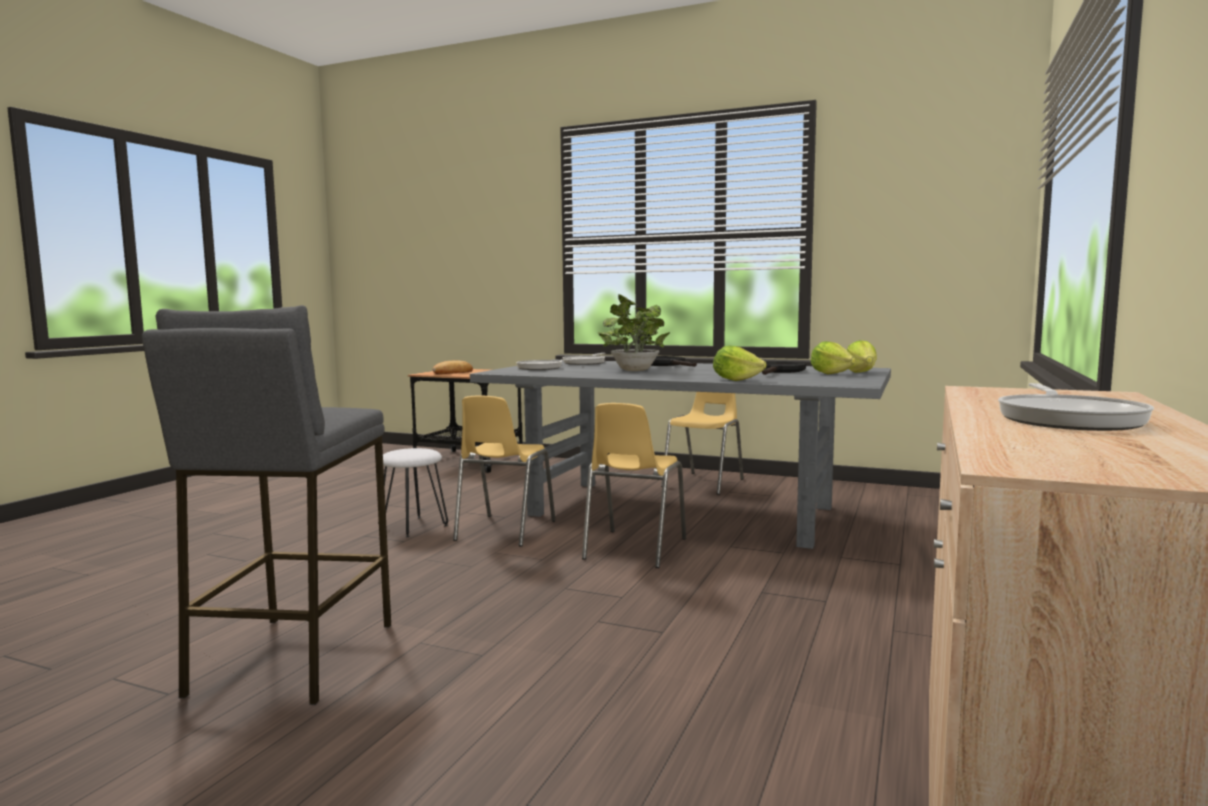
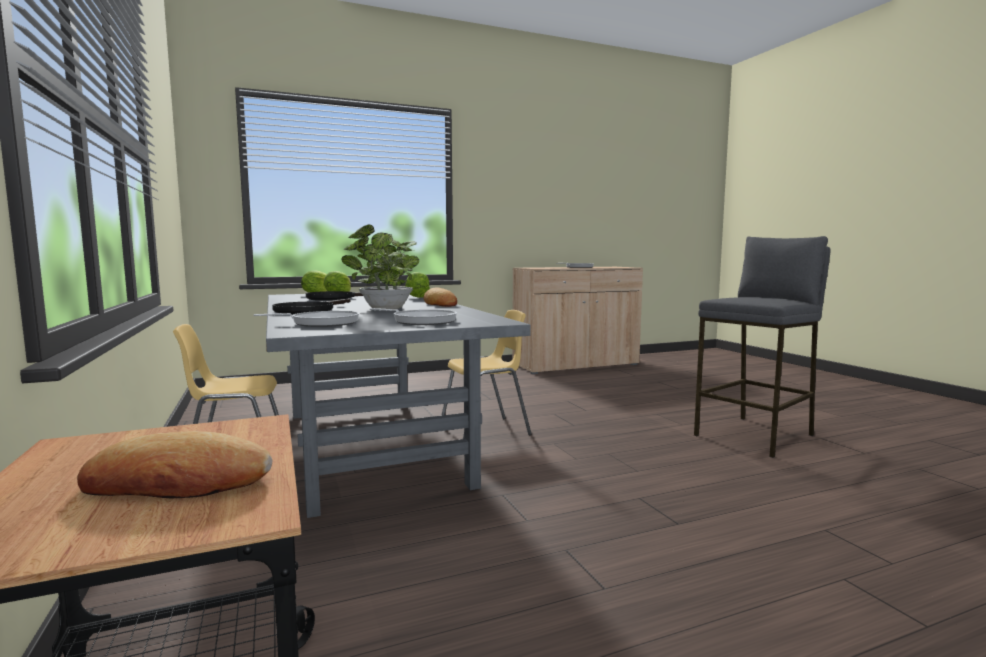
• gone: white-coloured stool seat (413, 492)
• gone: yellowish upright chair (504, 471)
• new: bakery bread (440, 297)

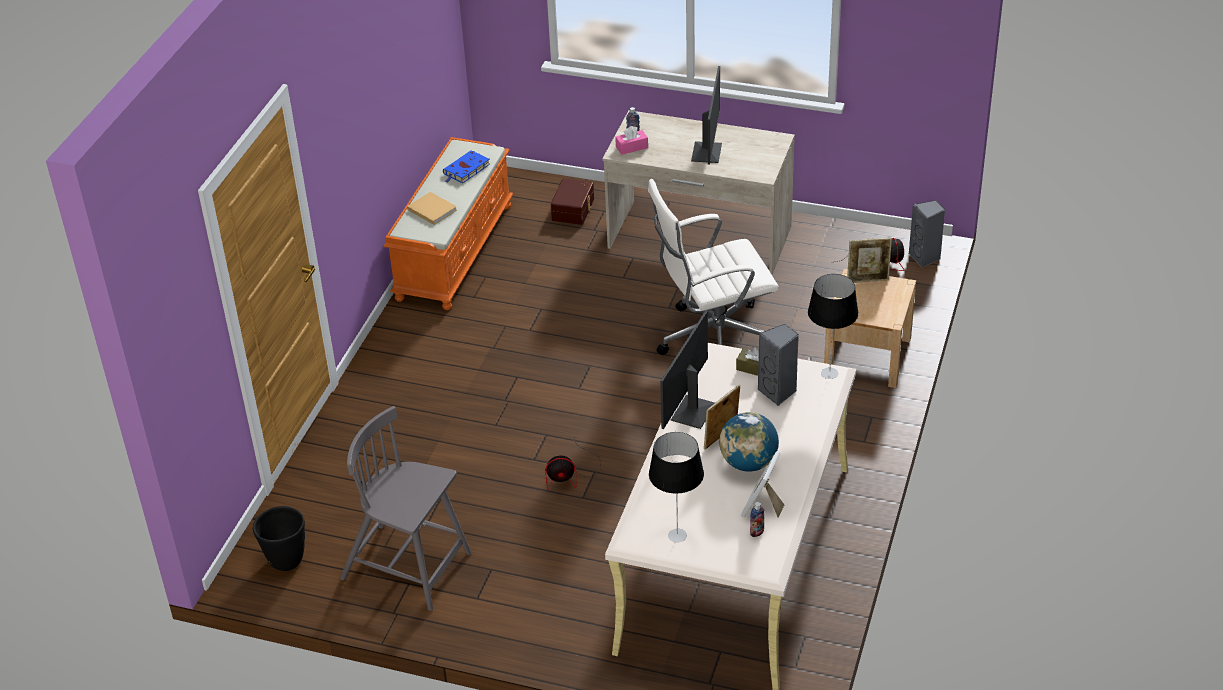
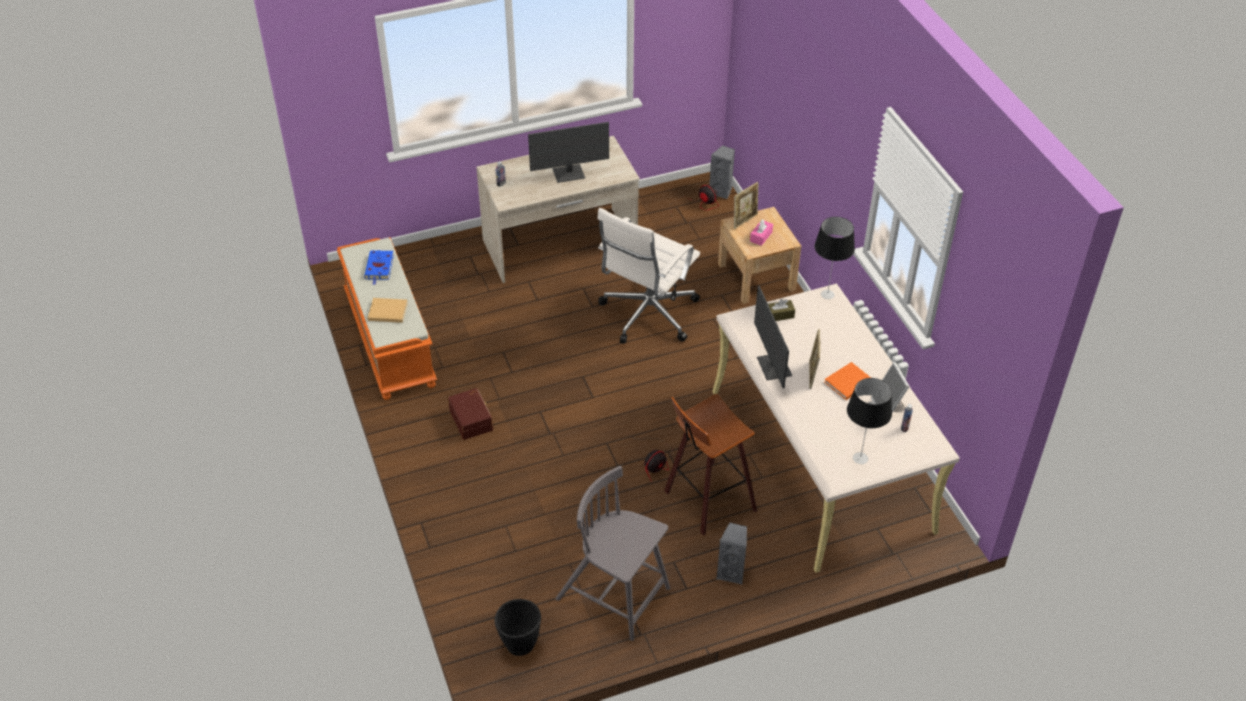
• rotated: gray upright chair (405, 508) = (613, 553) 45 degrees clockwise
• shifted: brownish storage container (572, 201) to (470, 414)
• shifted: pink tissue box (631, 140) to (761, 232)
• rotated: monitor (706, 115) = (568, 152) 105 degrees clockwise
• swapped: globe (749, 442) to orange-coloured volume (847, 381)
• shifted: gray loudspeaker (778, 365) to (731, 553)
• new: stool seat (710, 465)

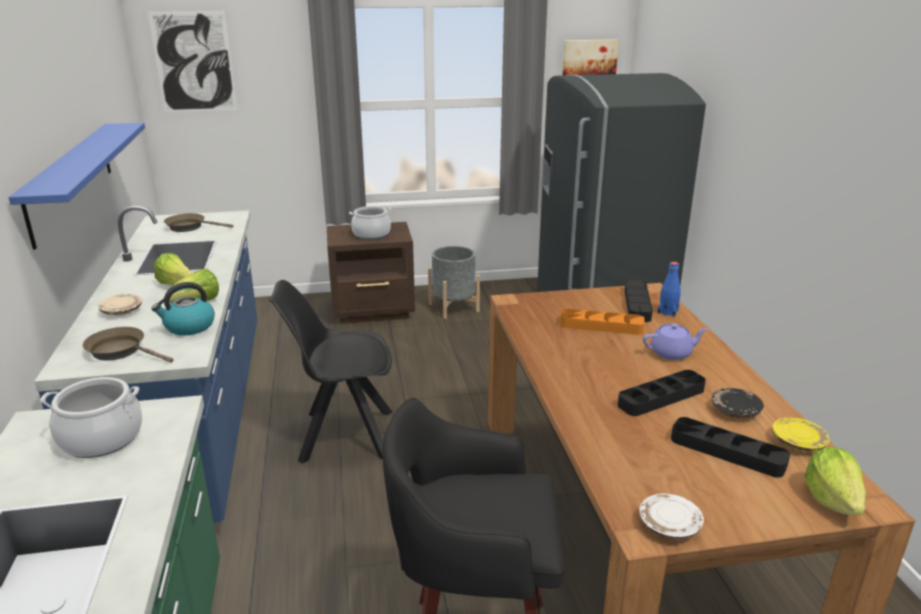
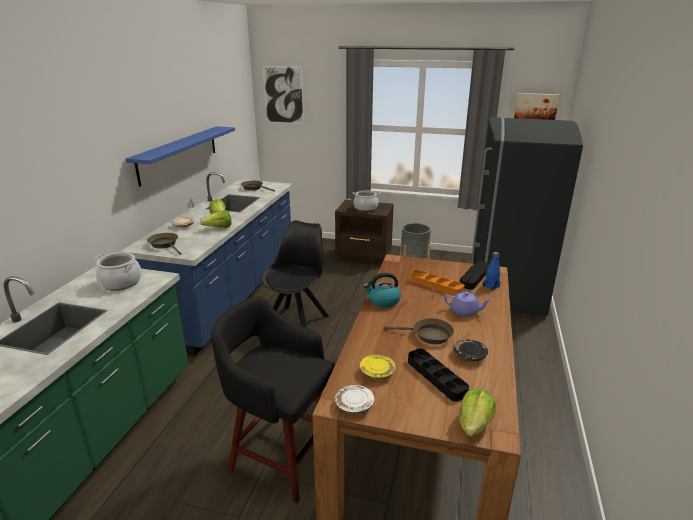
• shifted: water kettle (183, 308) to (382, 290)
• rotated: blackish upright chair (330, 372) = (295, 274) 90 degrees clockwise
• swapped: blackish tray (662, 393) to brownish pan (419, 331)
• shifted: yellowish dinner plate (801, 434) to (378, 367)

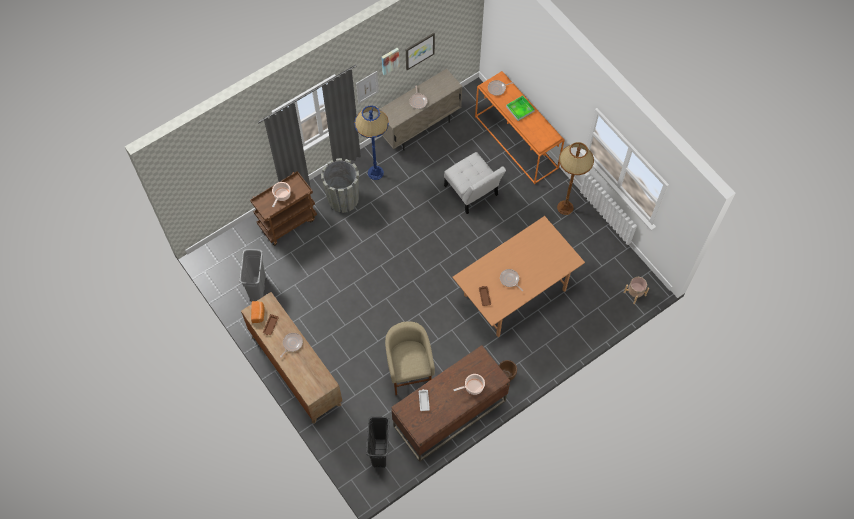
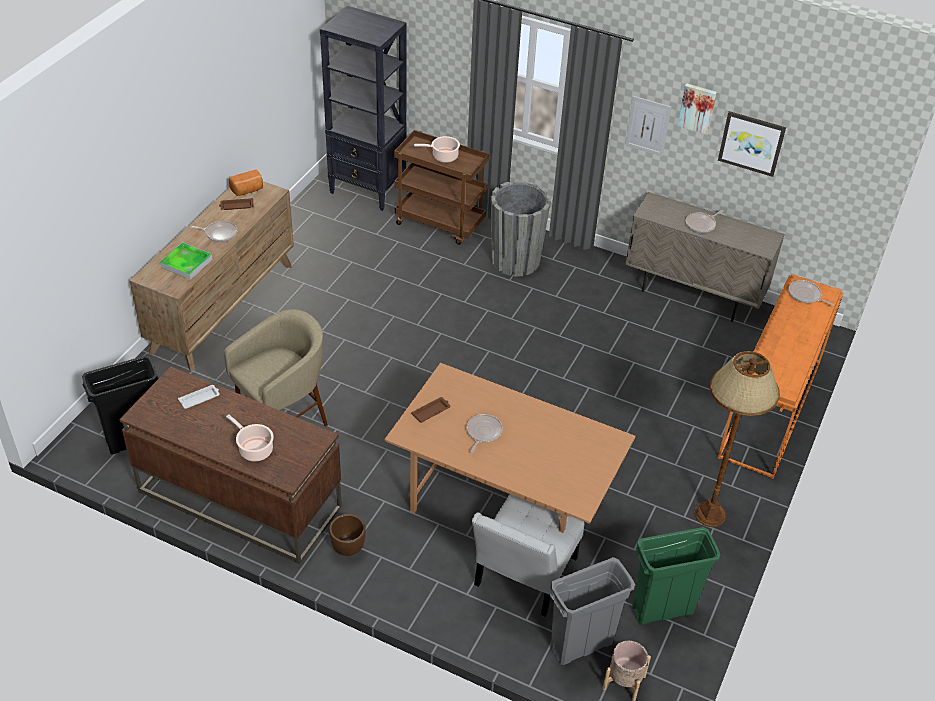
• shifted: gray waste bin (252, 275) to (592, 611)
• gone: blue-coloured standard lamp (371, 142)
• shifted: white-coloured upright chair (475, 183) to (528, 555)
• shifted: tray (520, 108) to (186, 261)
• new: blackish bookcase (363, 108)
• new: greenish waste bin (676, 575)

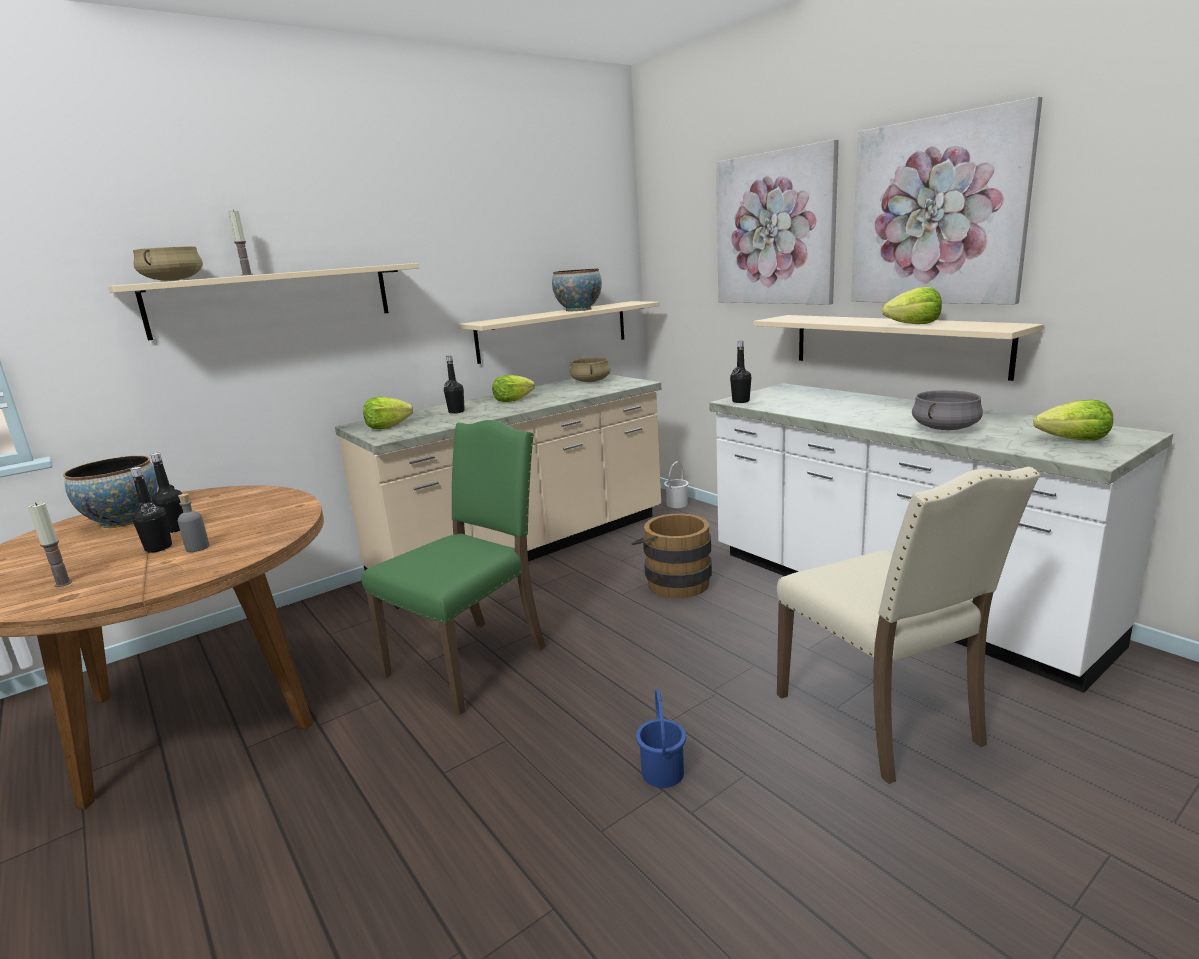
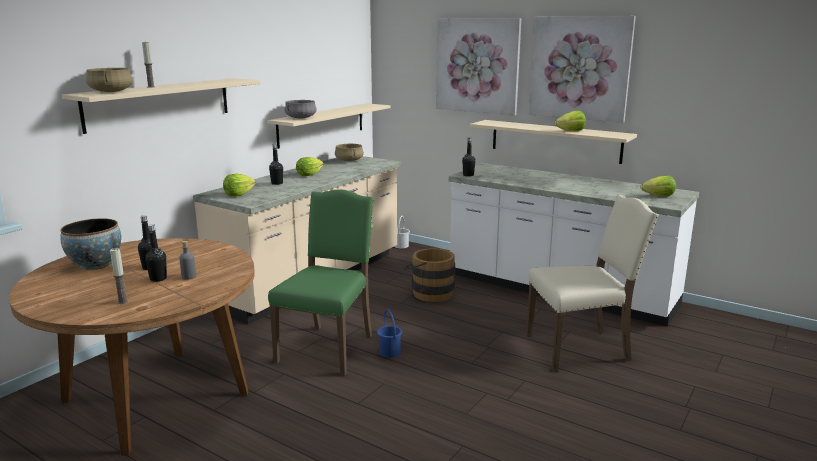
• gone: bowl (577, 290)
• shifted: blue-coloured pail (661, 738) to (389, 333)
• rotated: beige-coloured upright chair (908, 625) = (592, 283) 60 degrees counterclockwise
• shifted: gray saucepot (947, 410) to (300, 109)

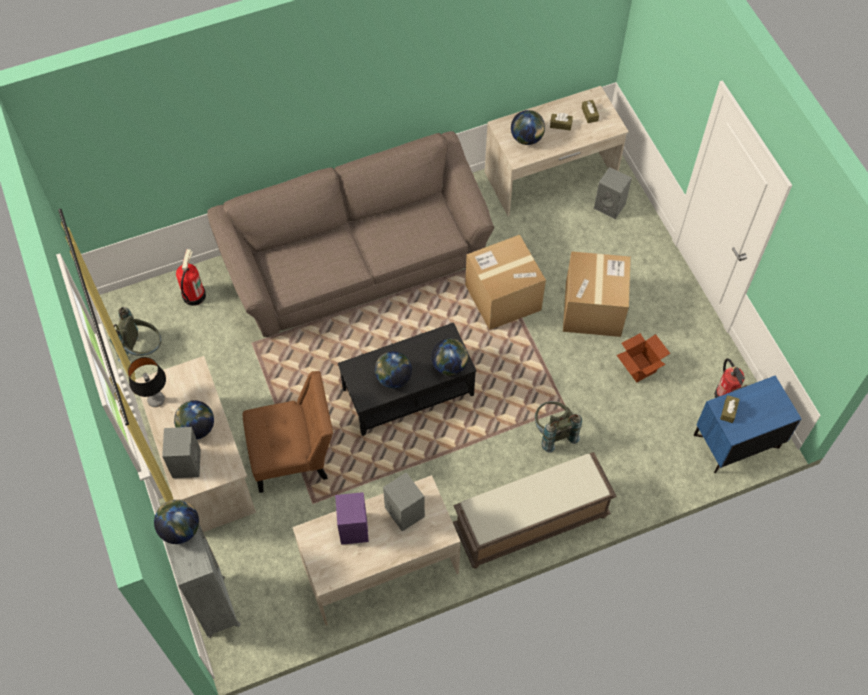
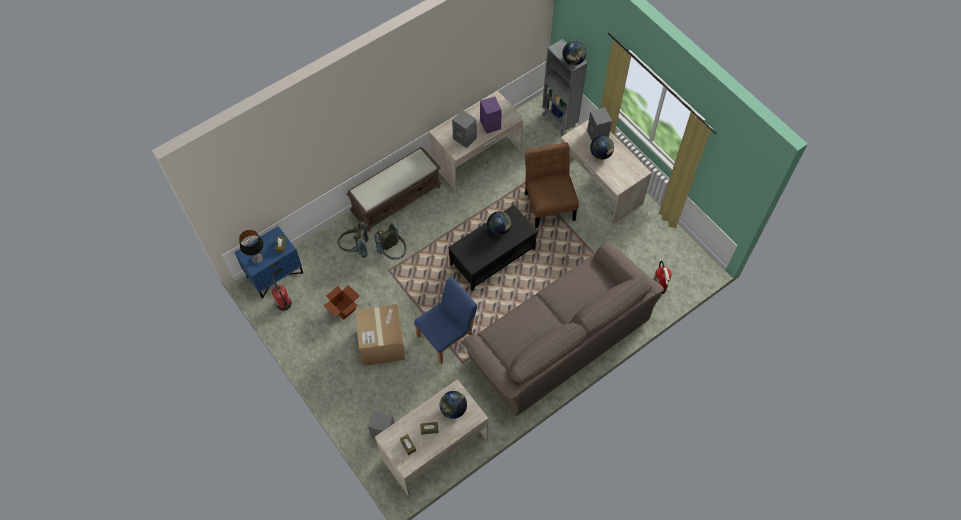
• shifted: gray rucksack (135, 335) to (353, 240)
• shifted: tabletop lamp (147, 382) to (251, 247)
• rotated: brownish upright chair (288, 432) = (552, 185) 105 degrees clockwise
• gone: globe (449, 357)
• swapped: cardboard box (505, 282) to blue-coloured upright chair (445, 320)

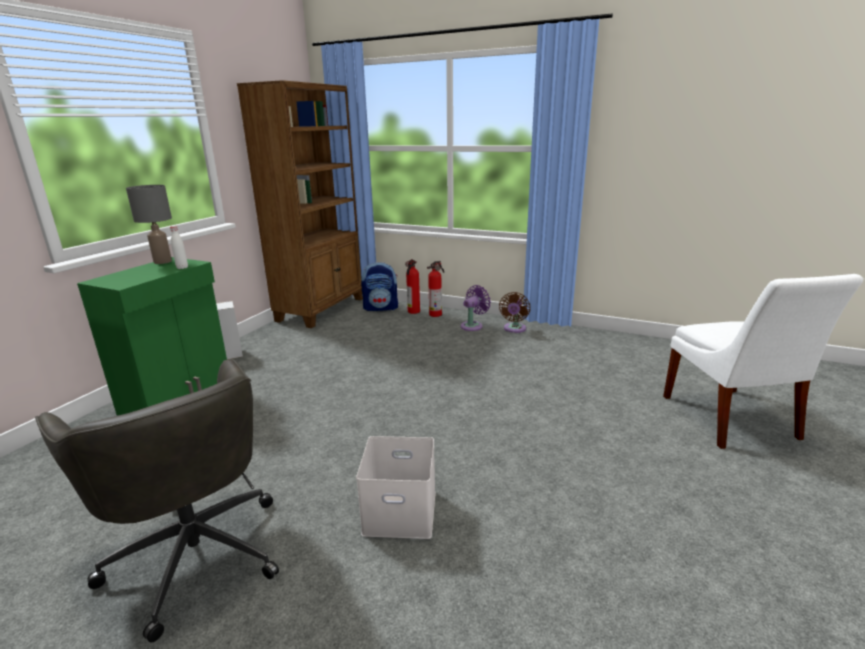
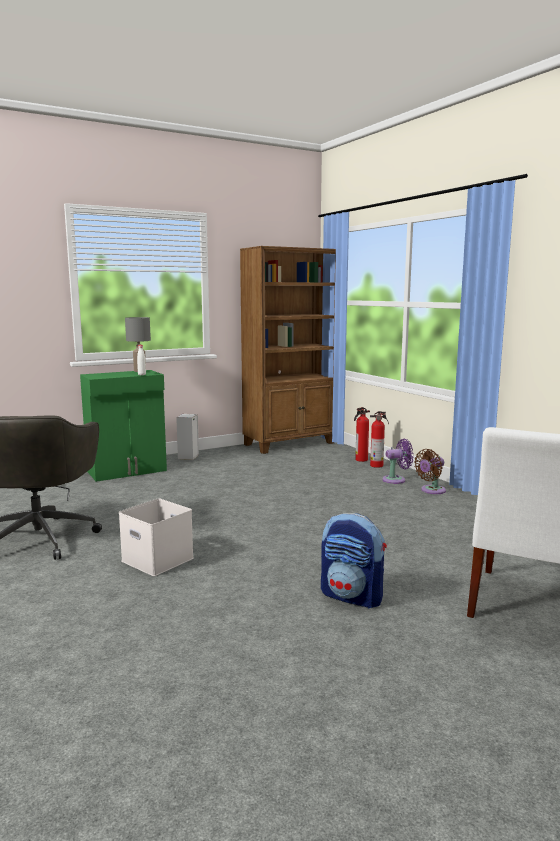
• shifted: rucksack (379, 286) to (354, 560)

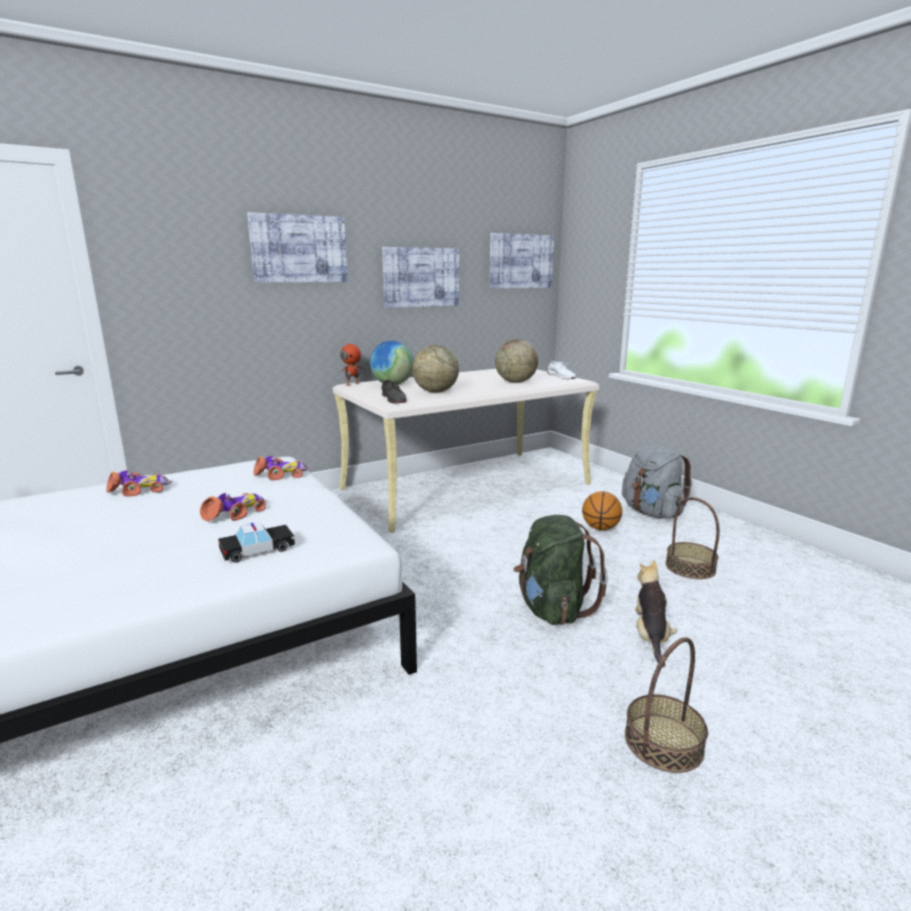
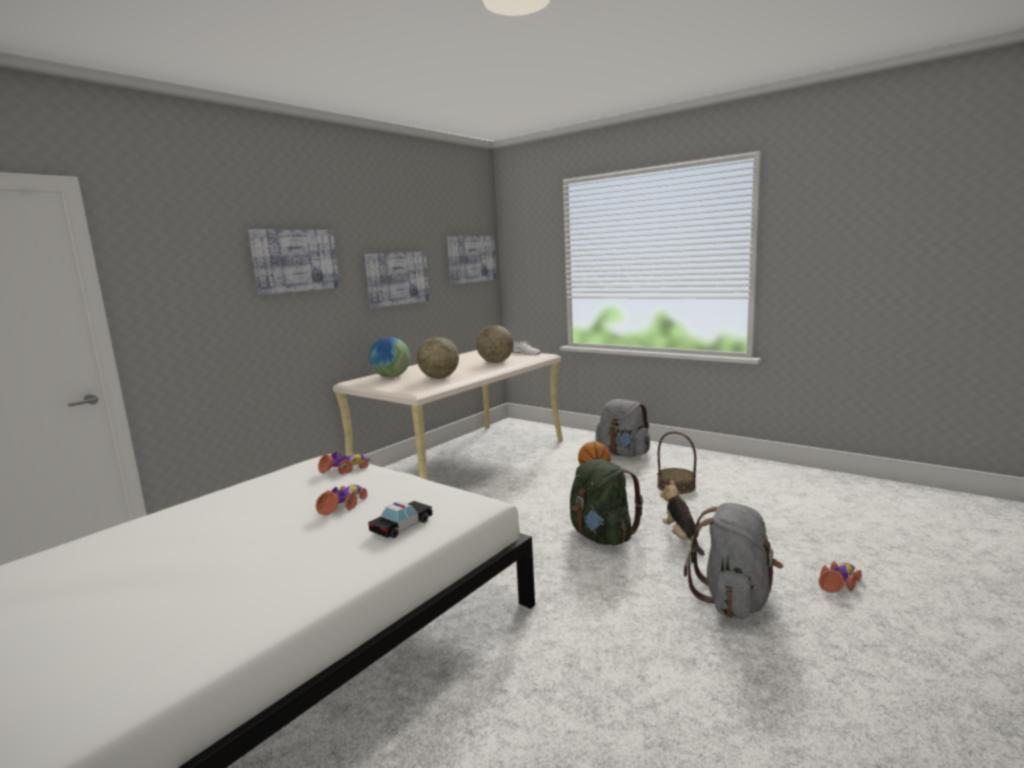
• shifted: toy car (139, 484) to (840, 577)
• gone: model robot (351, 363)
• gone: gray item of footwear (394, 391)
• swapped: storage basket (666, 705) to gray rucksack (733, 561)

